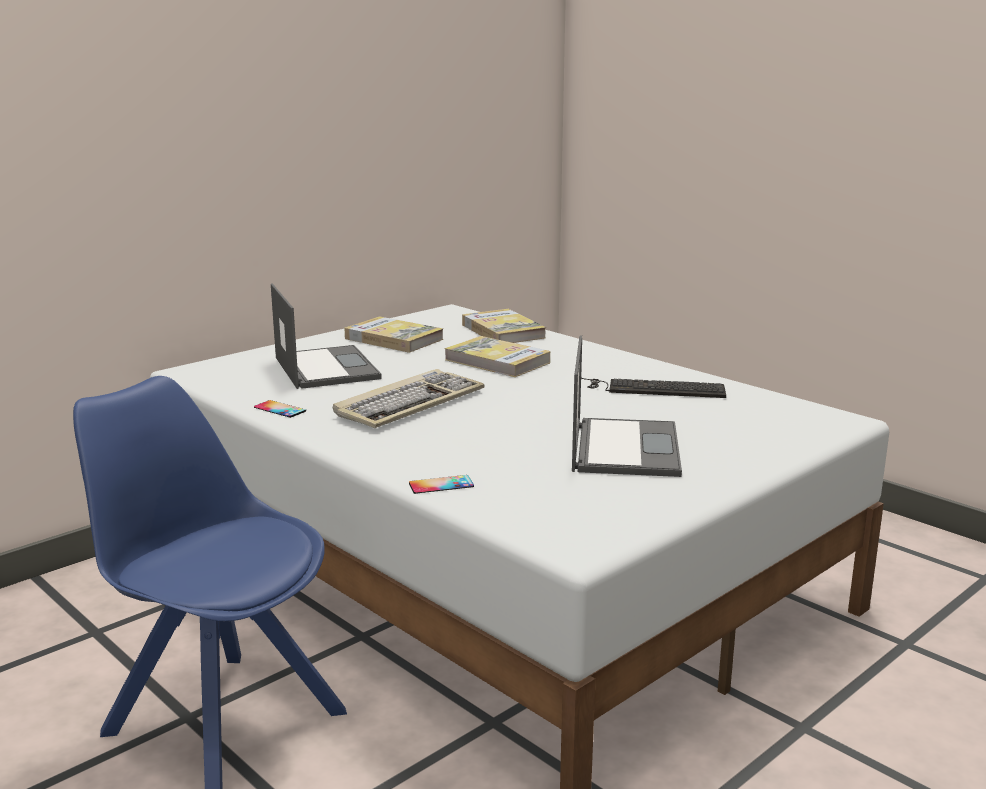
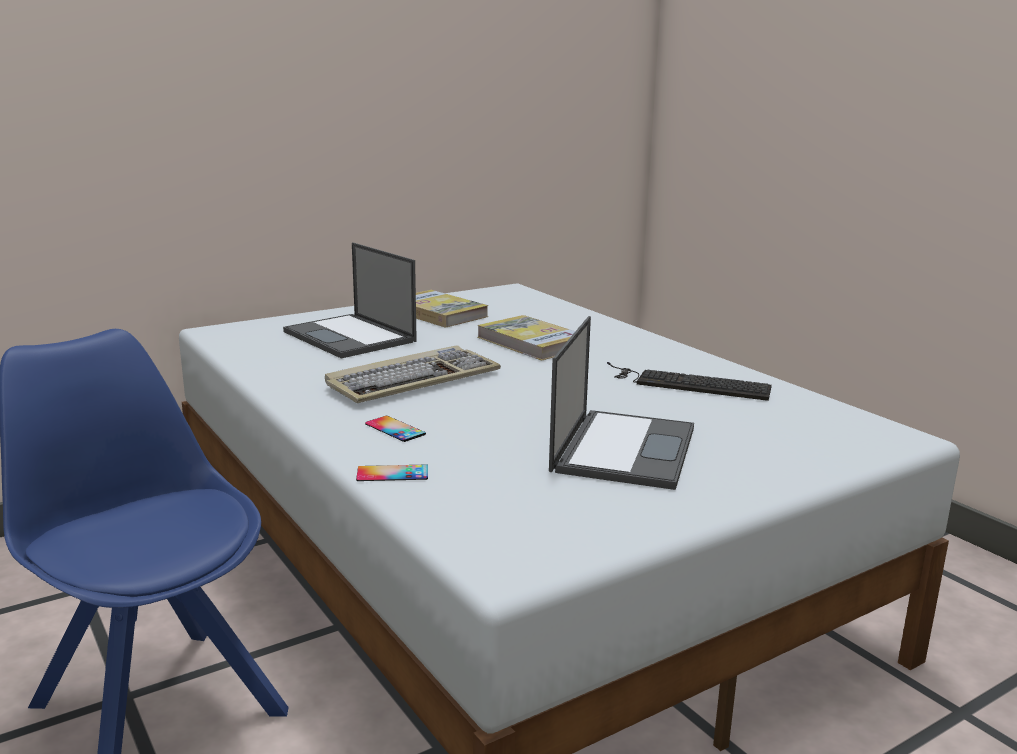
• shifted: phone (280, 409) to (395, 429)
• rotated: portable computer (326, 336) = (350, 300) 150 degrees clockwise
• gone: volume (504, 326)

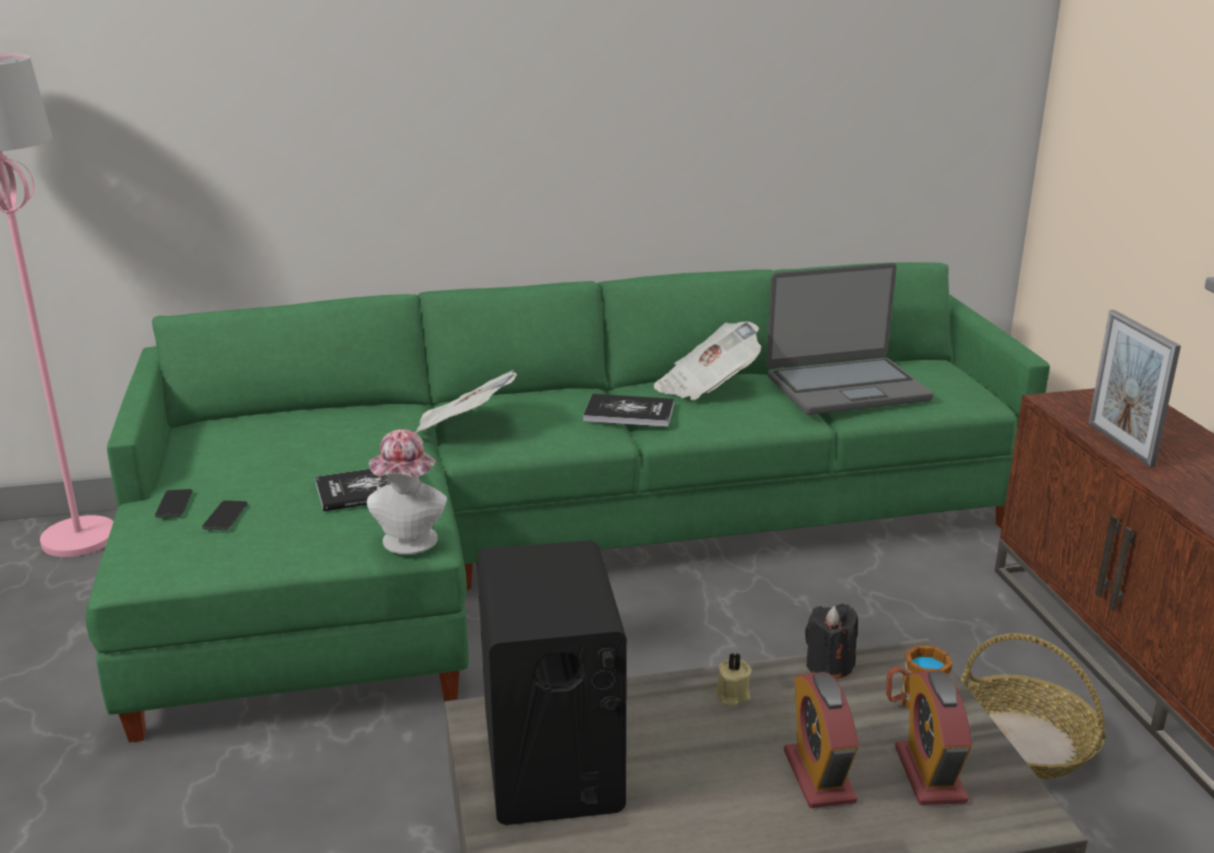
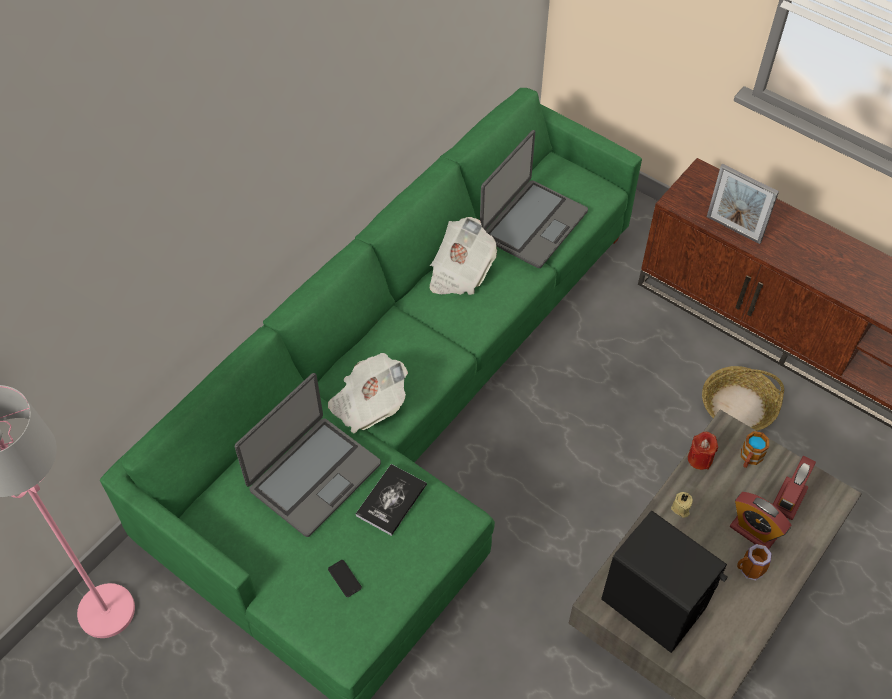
• gone: phone (174, 503)
• gone: wearable hat (407, 491)
• gone: volume (628, 410)
• repainted: blackish wax candle (831, 641) to reddish wax candle (703, 451)
• rotated: bedside clock (933, 738) = (794, 488) 75 degrees clockwise
• new: portable computer (308, 455)
• new: tea mug (754, 562)

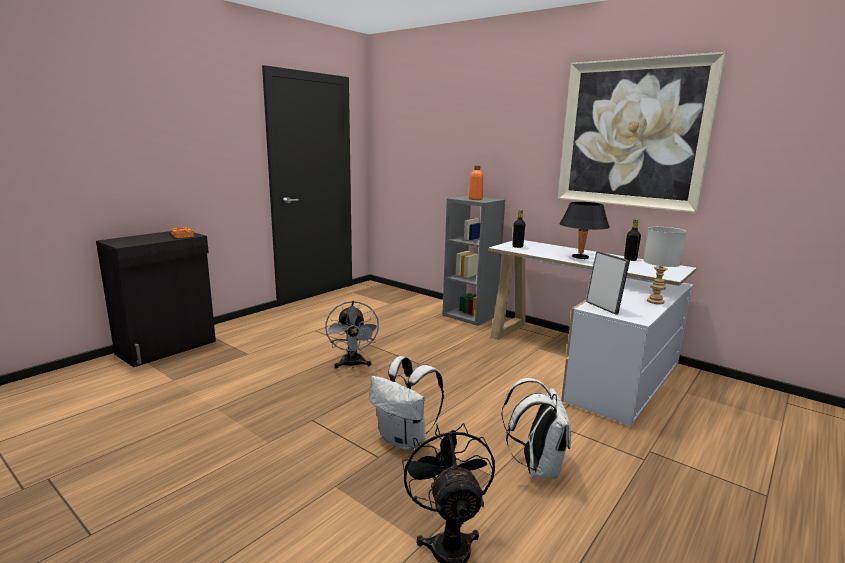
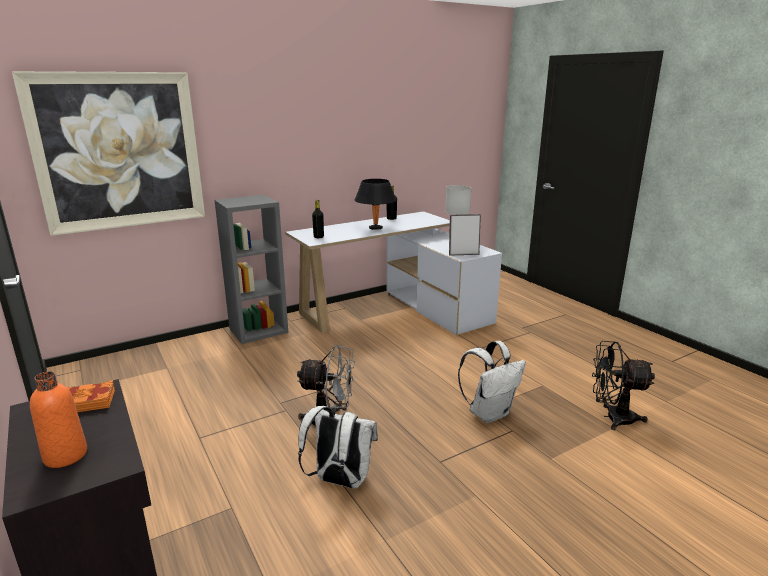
• shifted: orange-coloured beverage bottle (476, 182) to (58, 420)
• shifted: white-coloured rucksack (536, 429) to (338, 447)
• shifted: wall art (642, 132) to (108, 153)

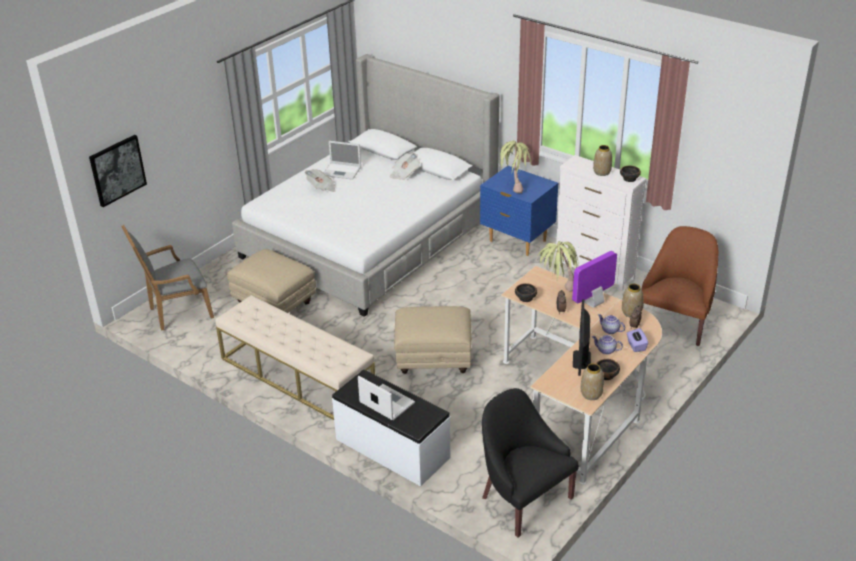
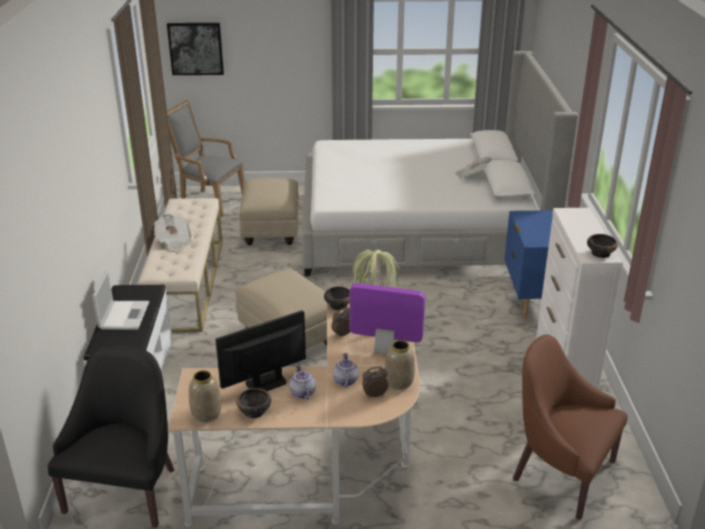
• shifted: printed paper (320, 180) to (173, 232)
• gone: portable computer (342, 160)
• gone: potted plant (515, 167)
• gone: vase (602, 160)
• gone: purplish tissue box (637, 340)
• rotated: brownish armchair (679, 286) = (570, 427) 135 degrees counterclockwise

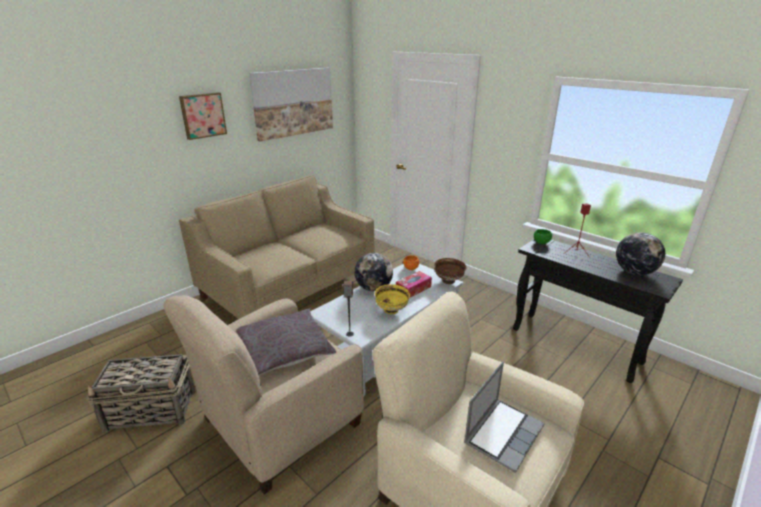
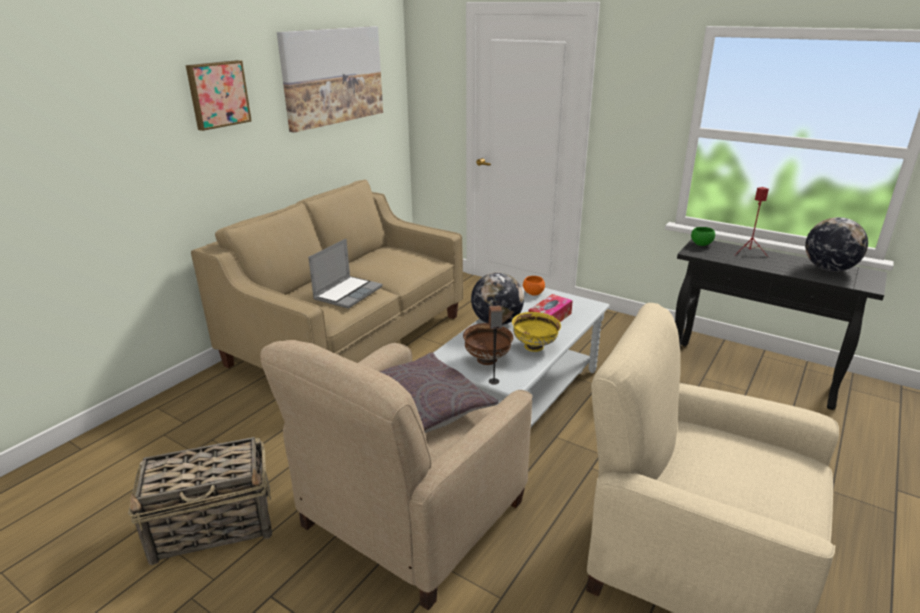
• shifted: brownish bowl (450, 271) to (488, 344)
• shifted: portable computer (504, 417) to (345, 274)

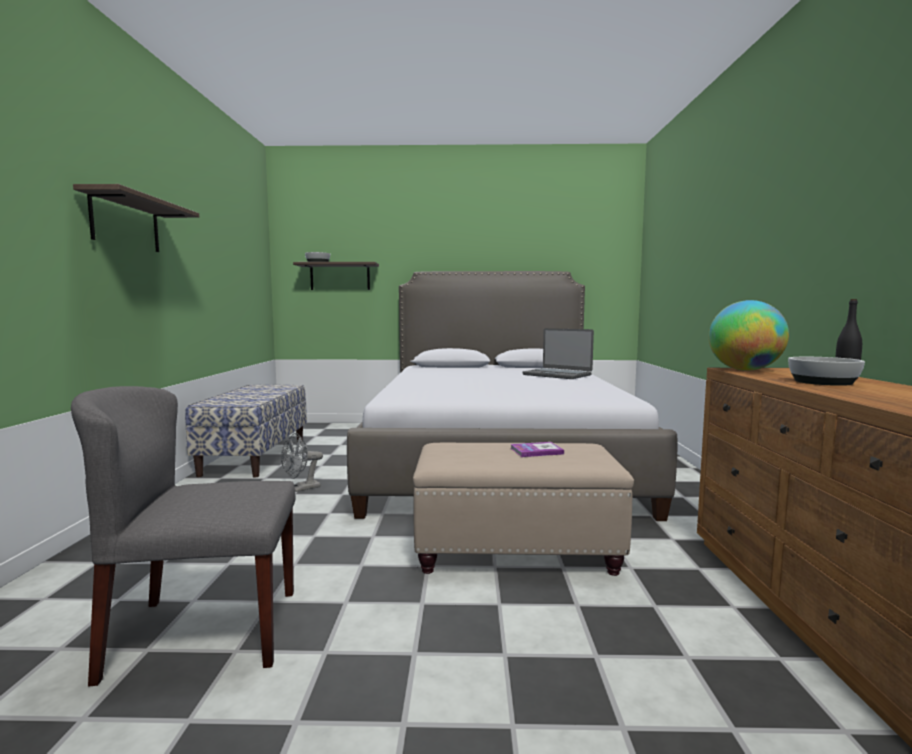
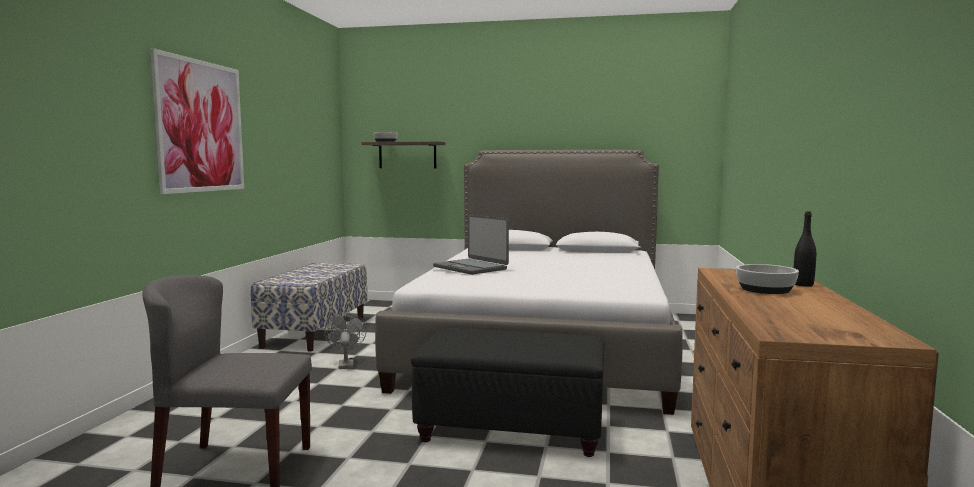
• swapped: shelf (136, 218) to wall art (197, 121)
• rotated: gray fan (302, 462) = (345, 340) 105 degrees clockwise
• repainted: beige-coloured ottoman (523, 509) to blackish ottoman (507, 392)
• gone: volume (537, 449)
• shifted: portable computer (558, 353) to (471, 245)
• gone: globe (749, 335)

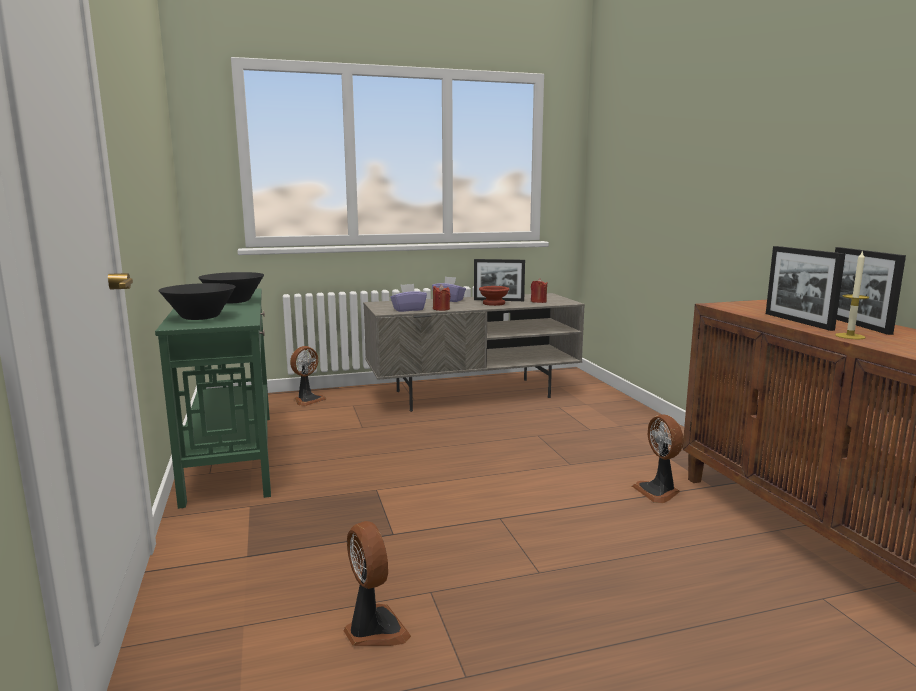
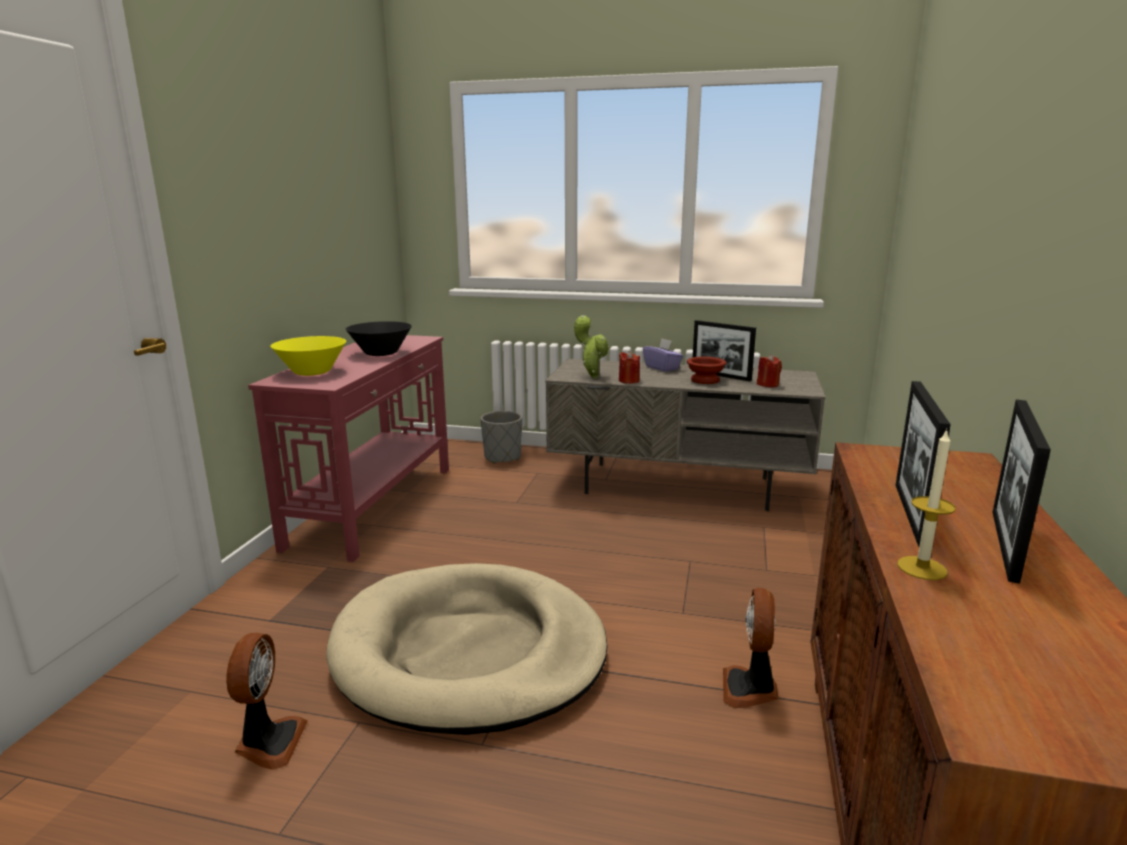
• repainted: greenish hall table (213, 398) to reddish hall table (348, 448)
• repainted: blackish bowl (197, 301) to yellowish bowl (308, 356)
• swapped: fan (308, 376) to gray flower pot (501, 437)
• swapped: purplish tissue box (408, 298) to potted plant (591, 346)
• new: beige-coloured dog cushion (466, 649)

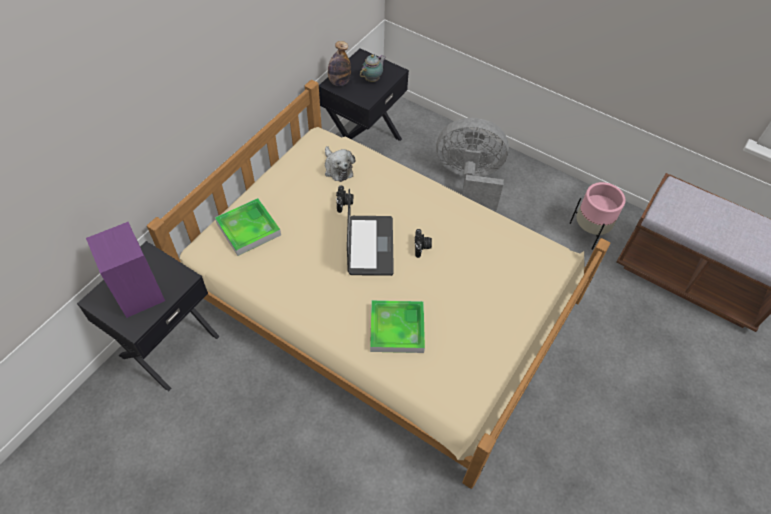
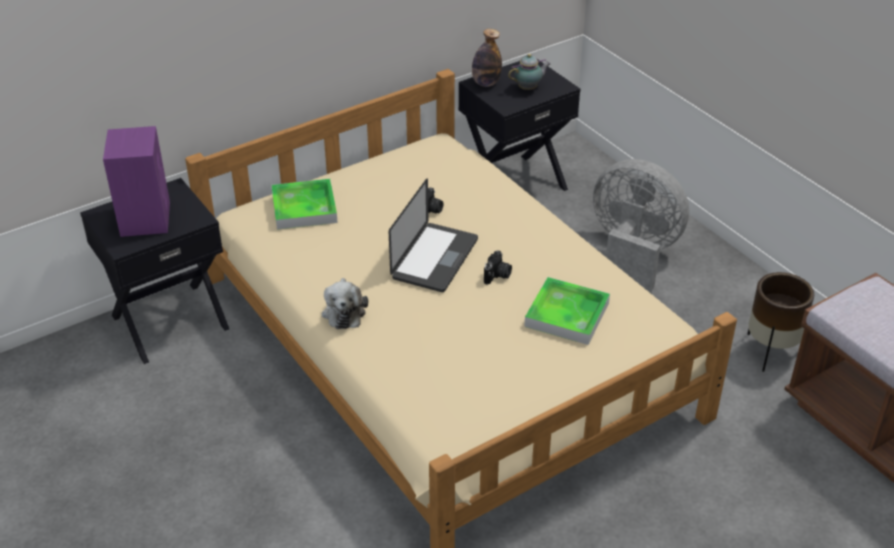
• shifted: soft toy (340, 164) to (345, 303)
• shifted: tray (397, 326) to (567, 311)
• repainted: pink flower pot (597, 216) to brownish flower pot (780, 322)

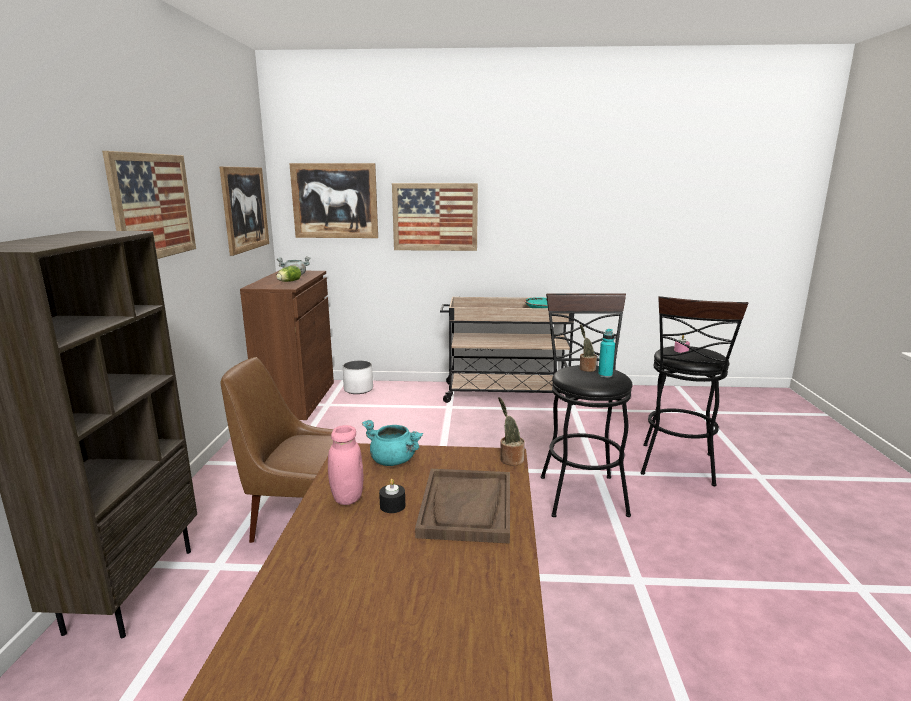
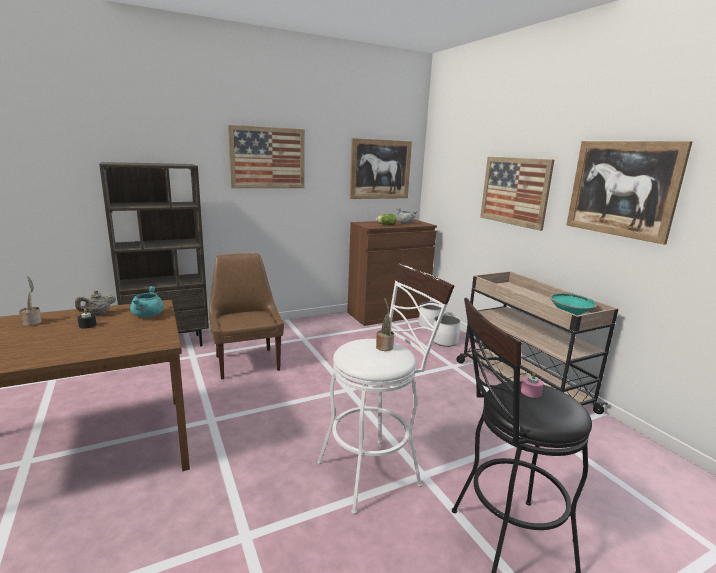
• shifted: wall art (333, 200) to (629, 193)
• swapped: pink jar (346, 465) to beige-coloured tea pot (95, 303)
• gone: brownish tray (462, 506)
• shifted: potted plant (511, 431) to (30, 301)
• repainted: blackish stool seat (586, 405) to white-coloured stool seat (385, 389)
• gone: turquoise-coloured beverage bottle (606, 353)
• new: white-coloured flower pot (446, 331)

